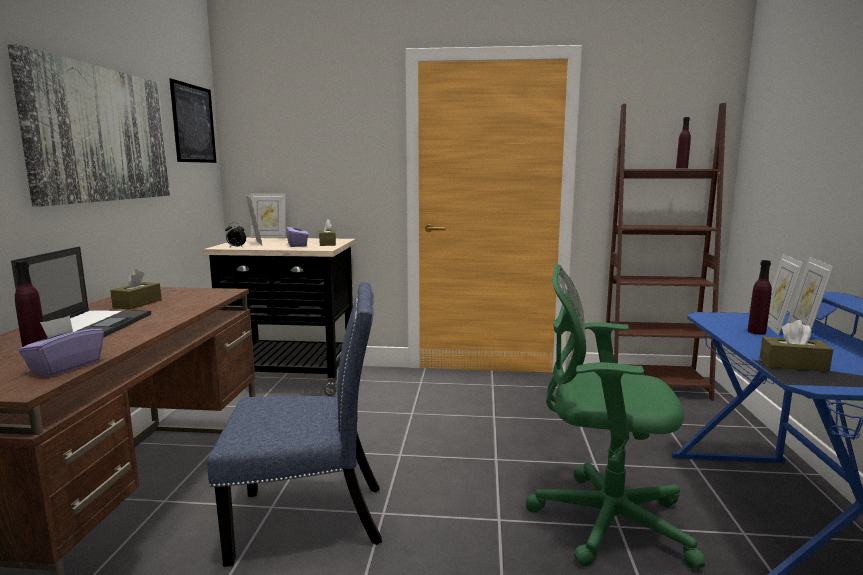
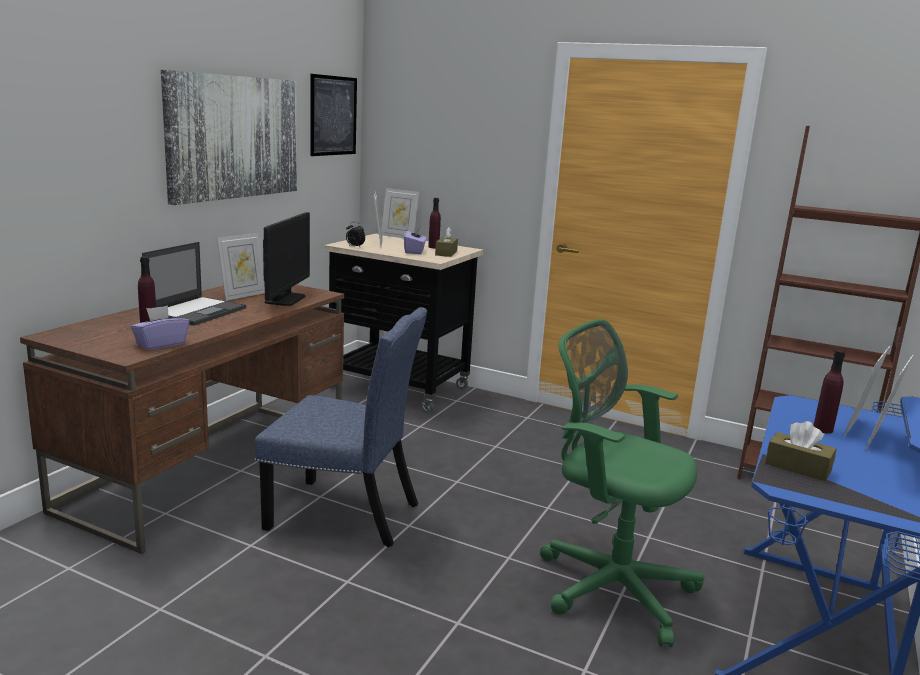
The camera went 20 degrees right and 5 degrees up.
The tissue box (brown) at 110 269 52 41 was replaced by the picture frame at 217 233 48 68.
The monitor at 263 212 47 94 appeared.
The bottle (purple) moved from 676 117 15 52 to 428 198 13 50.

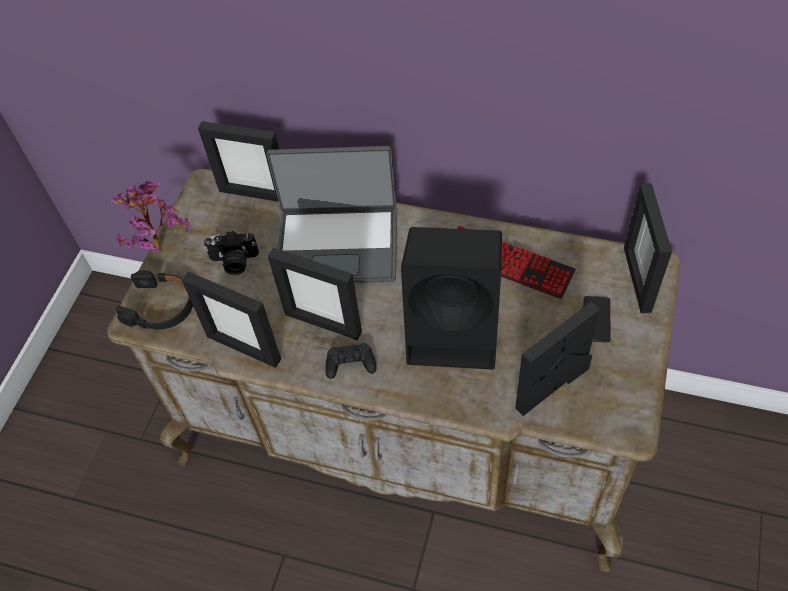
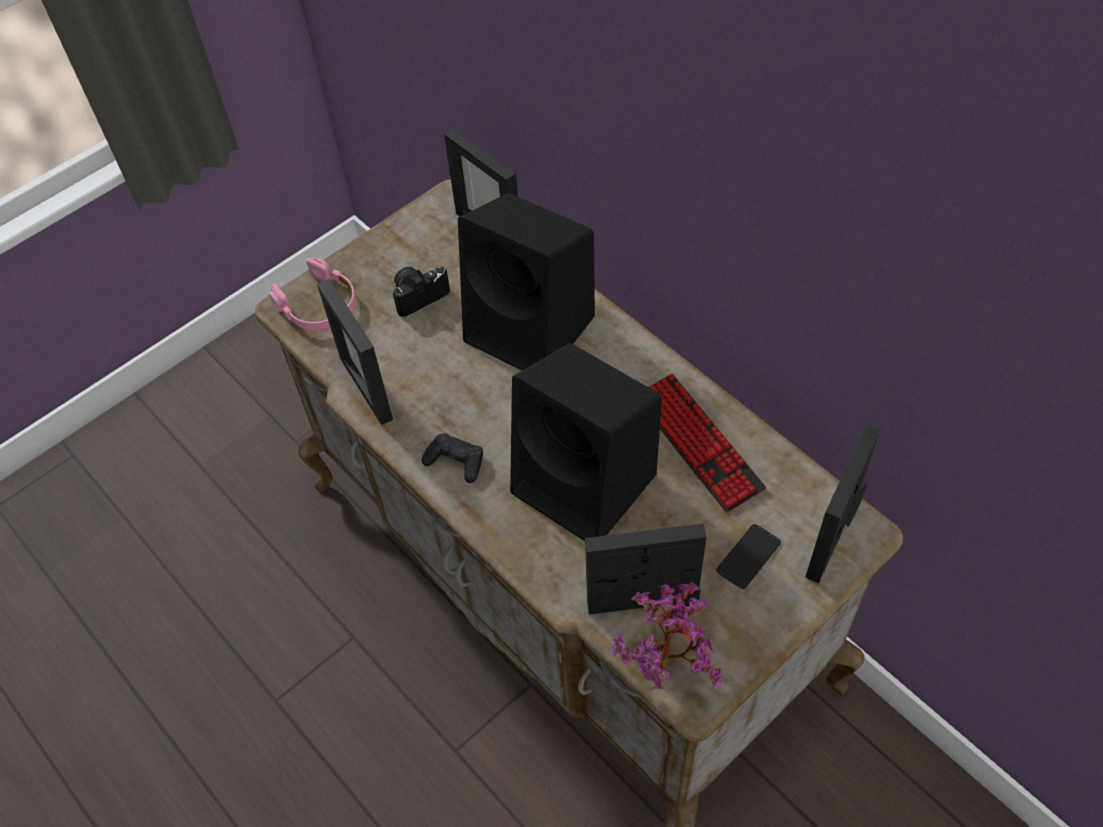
The camera went 30 degrees right and 0 degrees up.
The headphones (black) at 116 270 77 59 became the headphones (pink) at 269 258 87 74.
The photo camera at 204 231 55 44 turned 120 degrees clockwise.
The laptop at 267 146 130 137 was replaced by the speaker (black) at 458 193 137 178.
The potted plant moved from 111 181 80 73 to 611 582 112 108.
The picture frame at 268 248 94 92 disappeared.

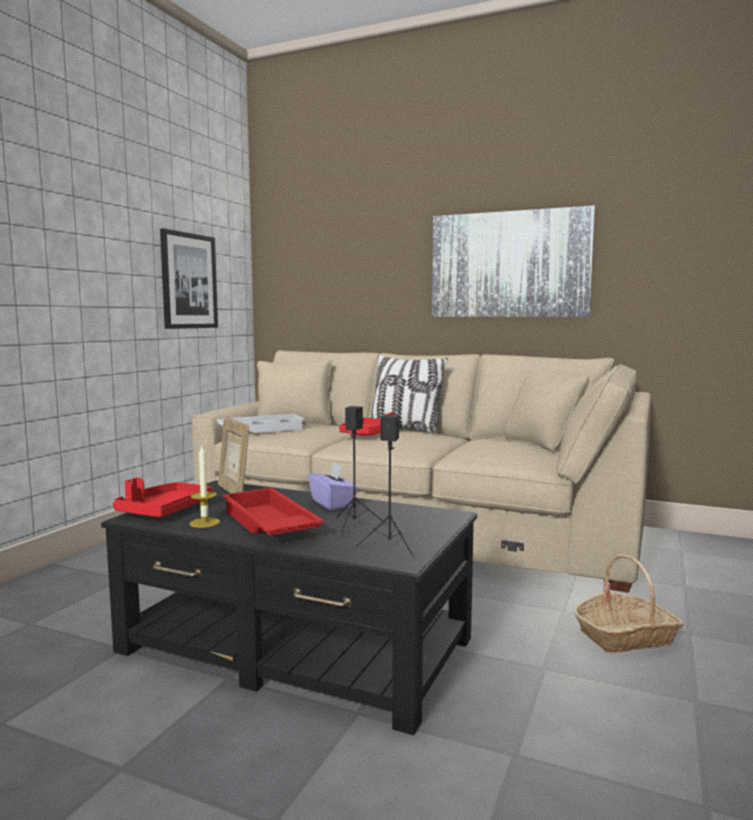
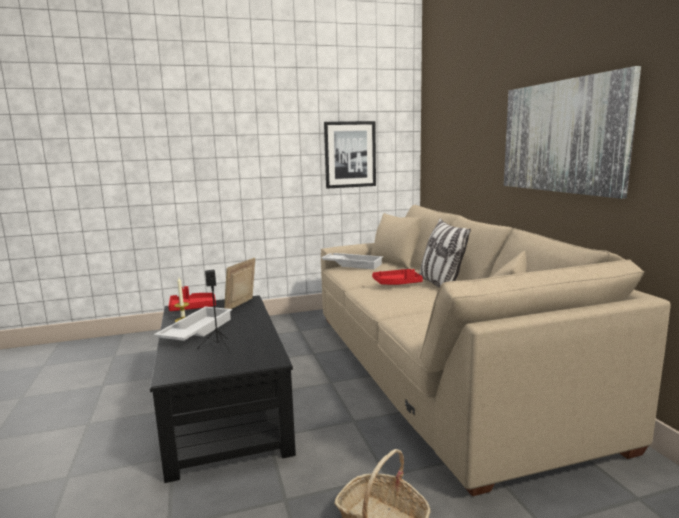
The camera went 50 degrees right and 5 degrees up.
The tray (red) at 223 488 102 47 became the tray (white) at 154 307 78 34.
The tissue box (purple) at 308 463 50 47 disappeared.
The speaker (black) at 354 415 60 142 disappeared.

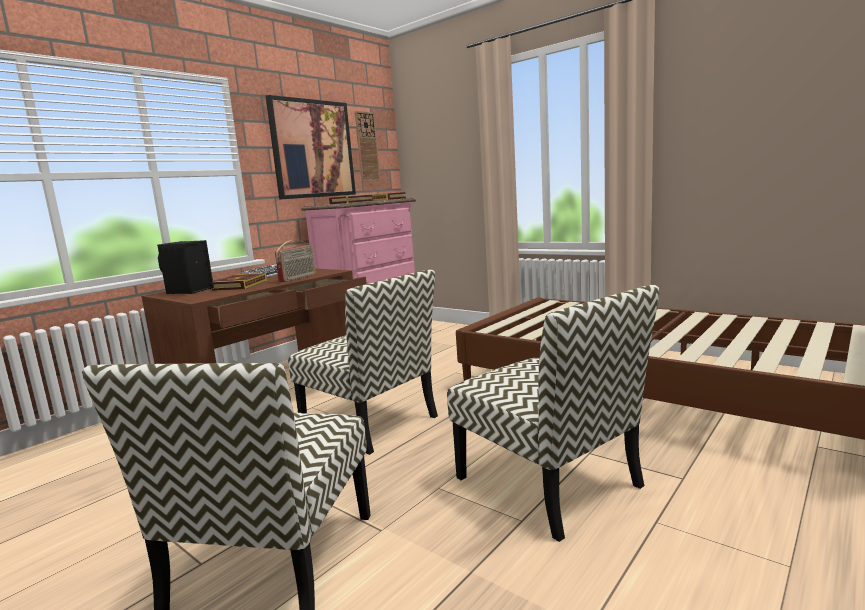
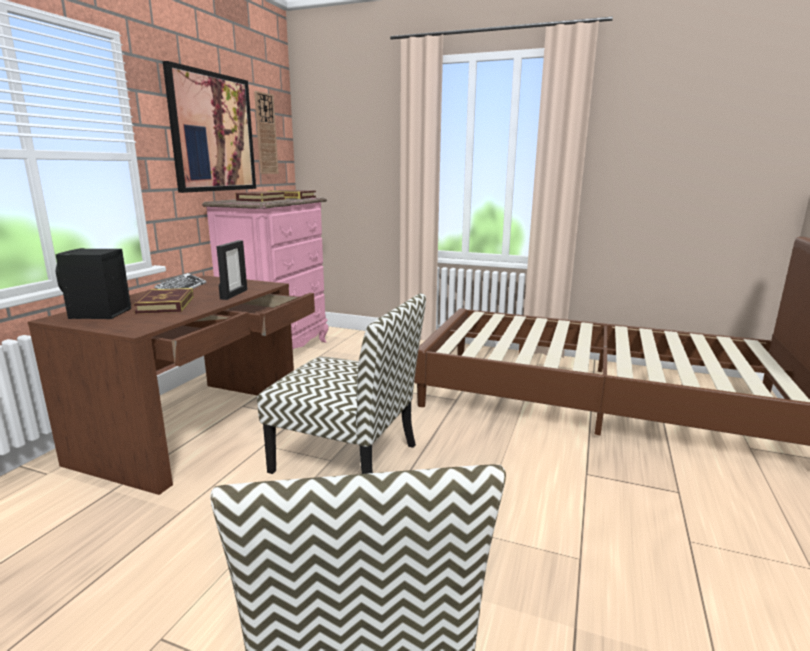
The camera went 20 degrees left and 5 degrees up.
The radio at 275 240 41 42 was replaced by the picture frame at 216 240 31 60.
The chair at 447 284 212 258 disappeared.

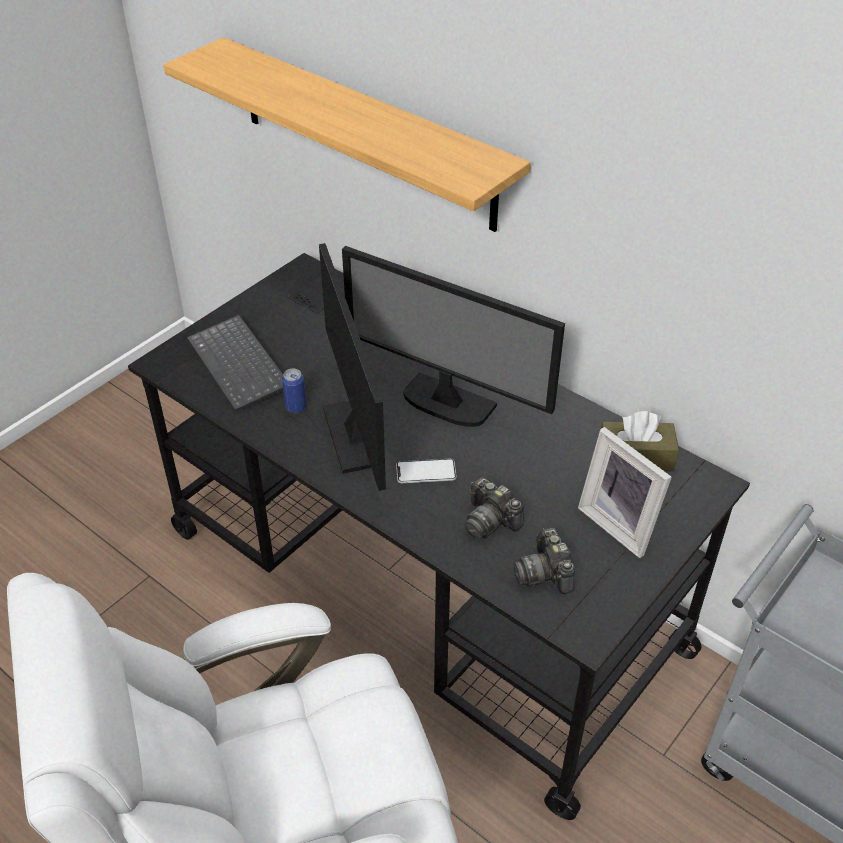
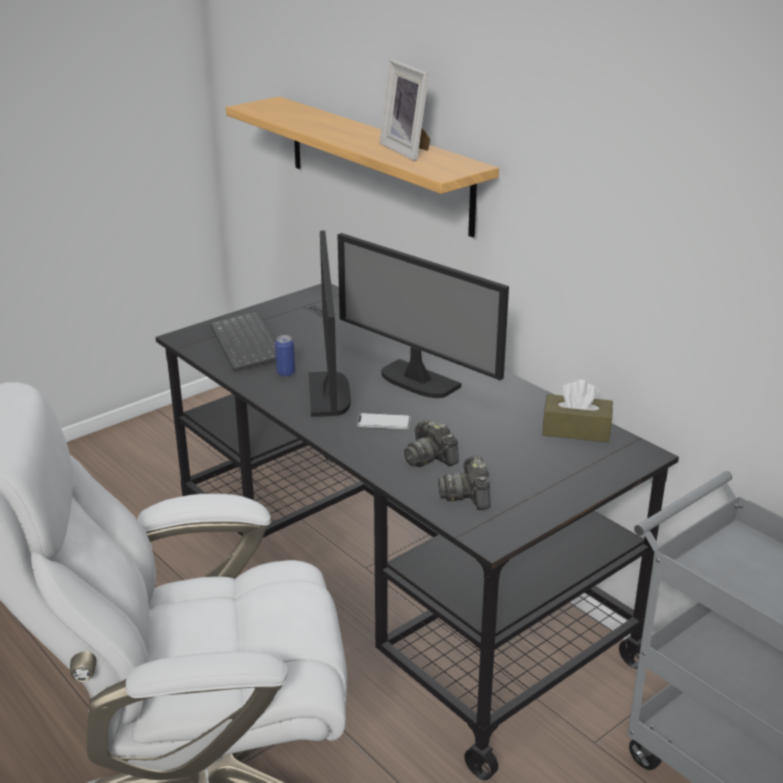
The camera went 10 degrees right and 15 degrees down.
The picture frame moved from 578 427 94 131 to 379 60 52 101.

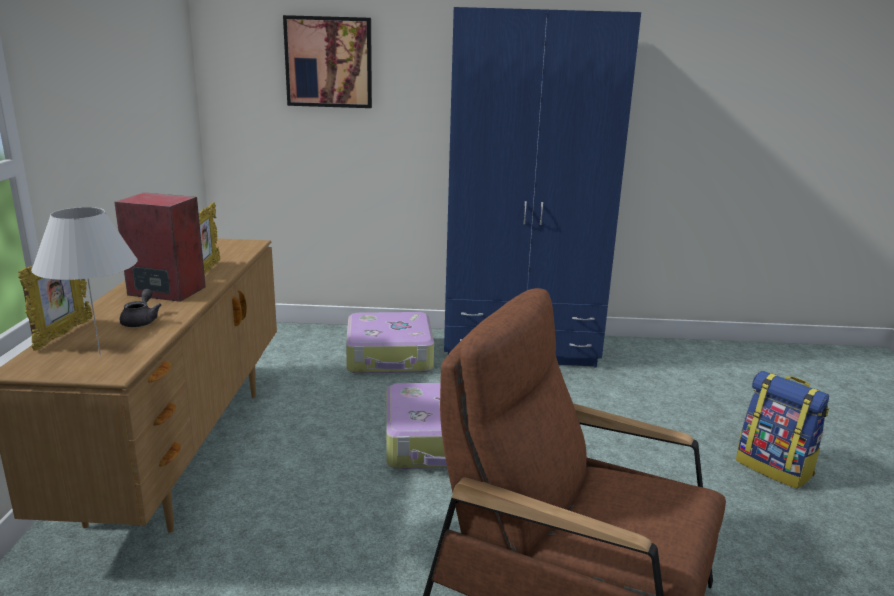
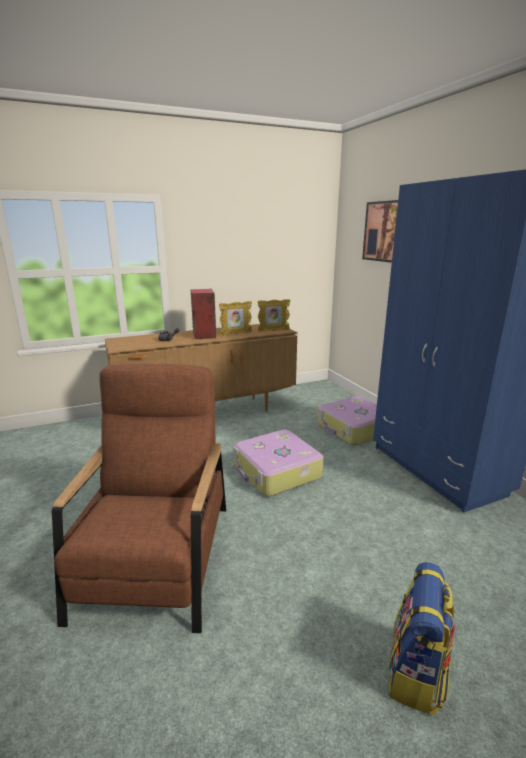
The camera went 65 degrees right and 0 degrees up.
The picture frame moved from 18 266 75 85 to 258 299 32 33.
The table lamp (white) at 31 207 107 148 disappeared.

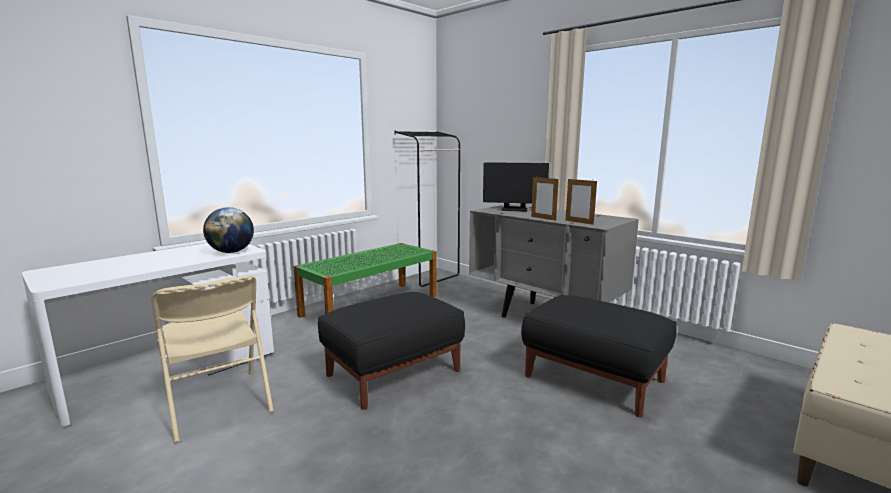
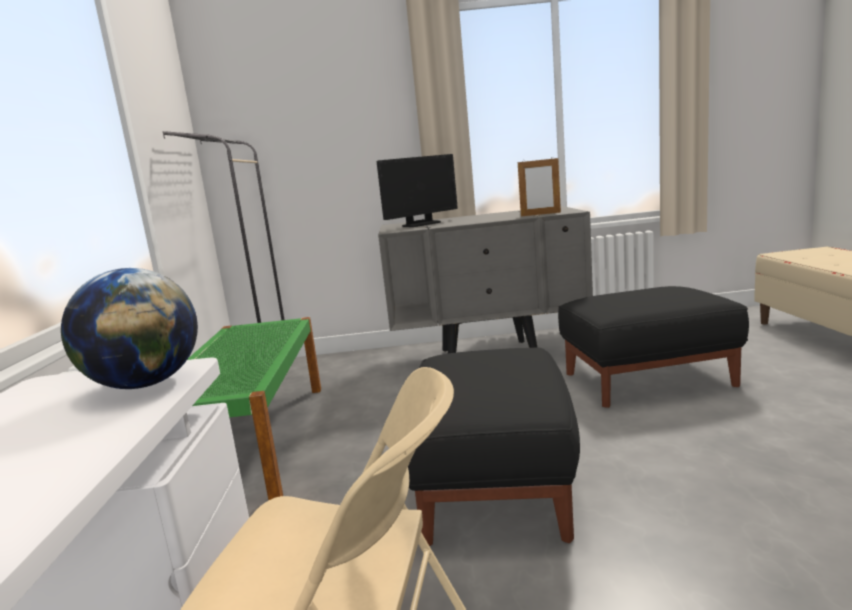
The camera went 45 degrees left and 0 degrees up.
The picture frame at 531 176 28 45 disappeared.

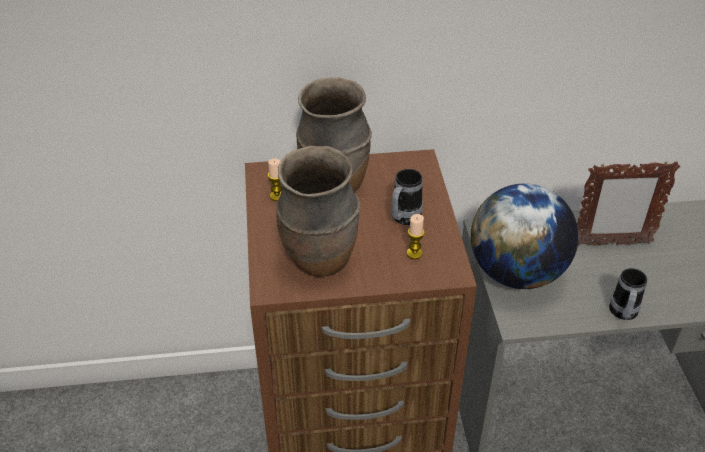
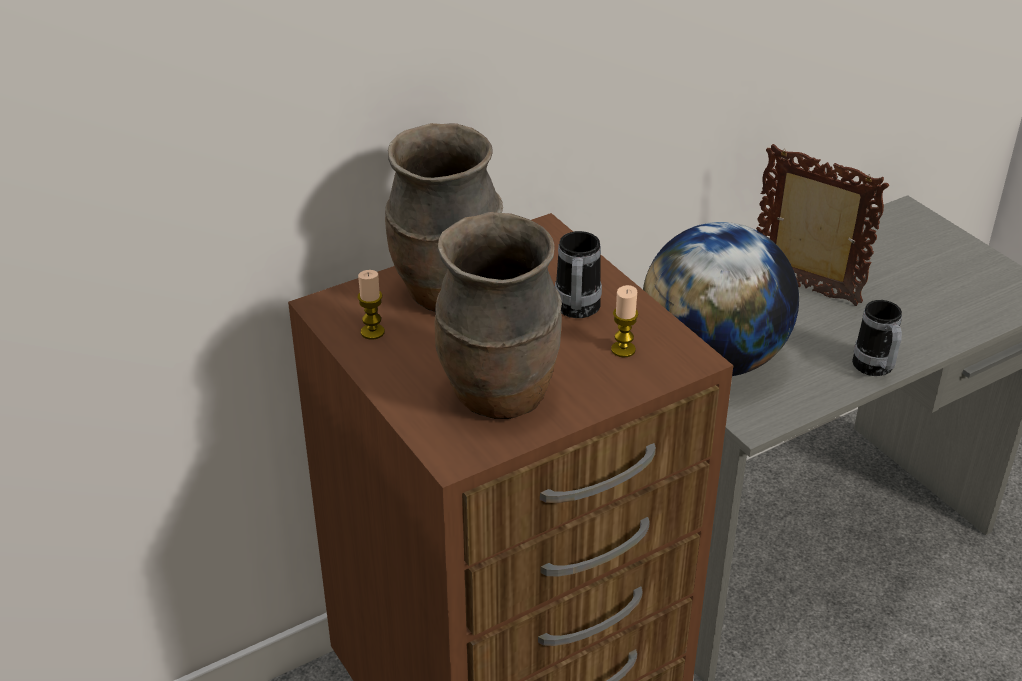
The camera went 25 degrees left and 5 degrees down.
The picture frame at 577 160 103 86 turned 120 degrees counterclockwise.

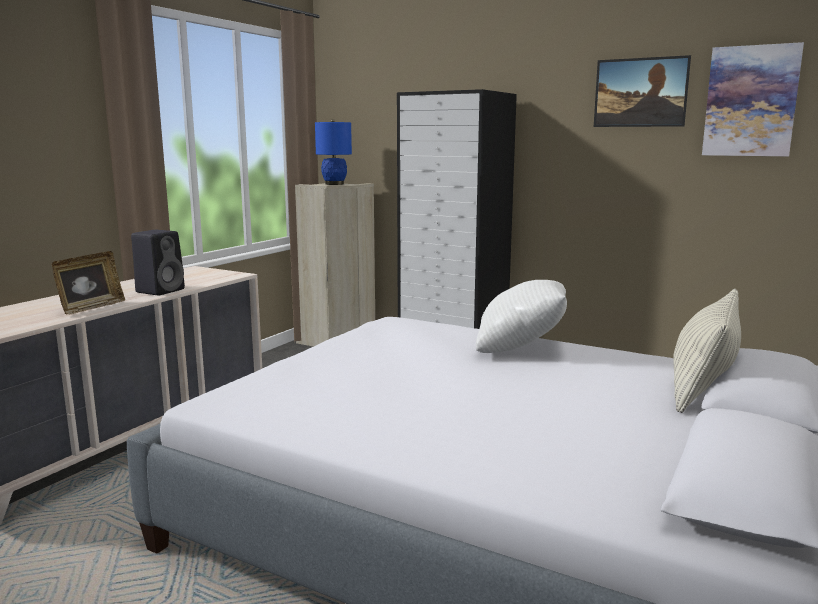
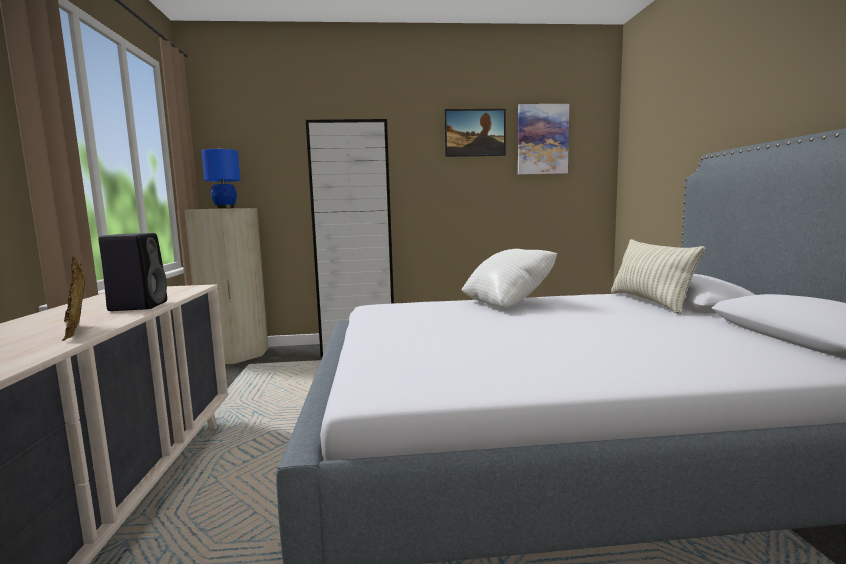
The camera went 35 degrees left and 5 degrees down.
The picture frame at 51 251 75 63 turned 150 degrees clockwise.

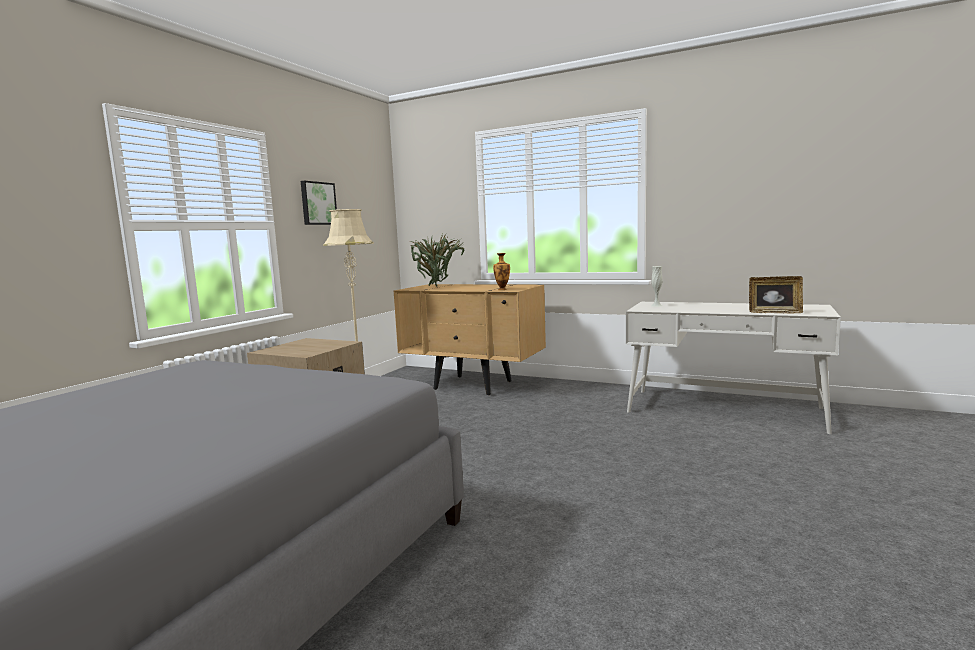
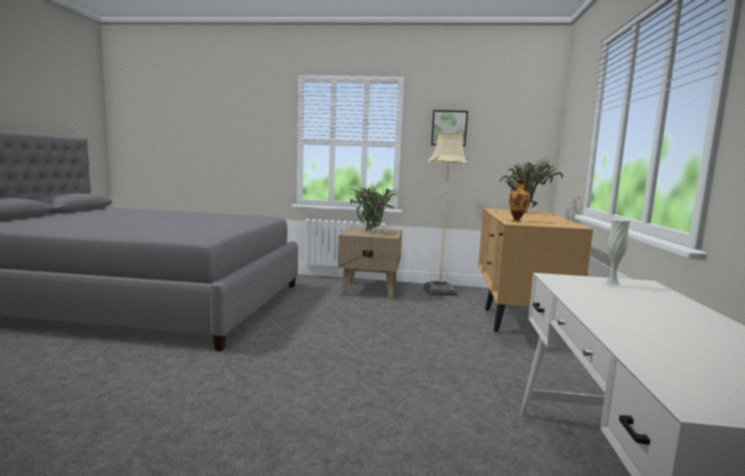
The camera went 70 degrees right and 0 degrees up.
The potted plant at 349 184 51 47 appeared.
The picture frame at 749 276 54 38 disappeared.

